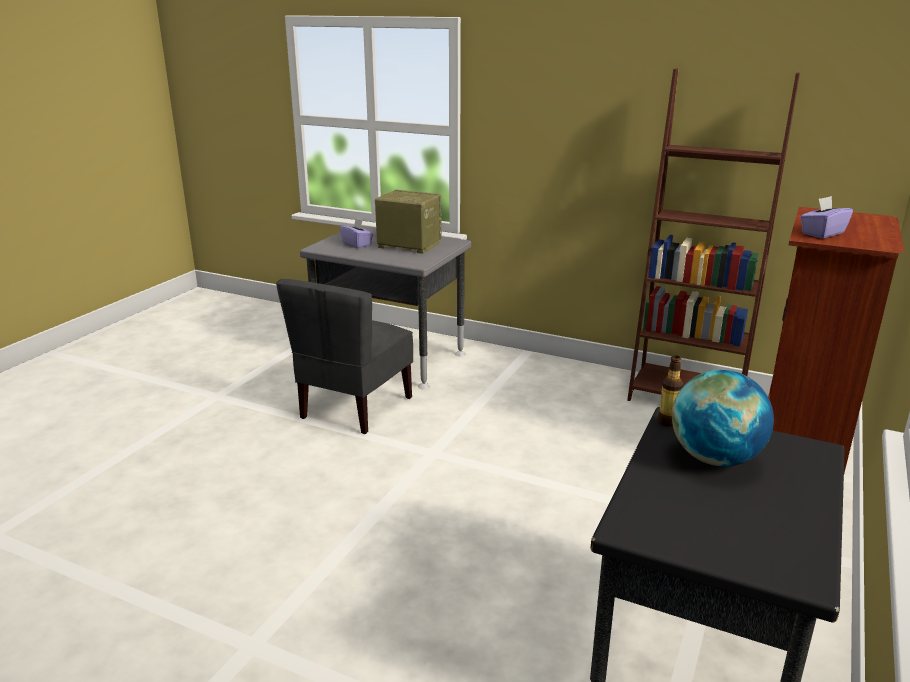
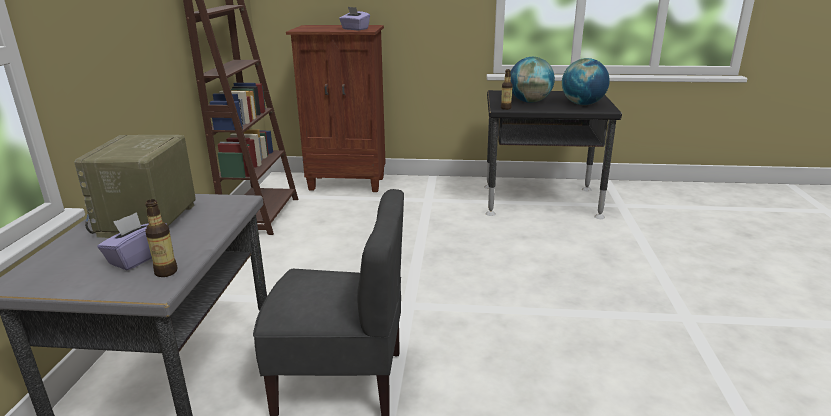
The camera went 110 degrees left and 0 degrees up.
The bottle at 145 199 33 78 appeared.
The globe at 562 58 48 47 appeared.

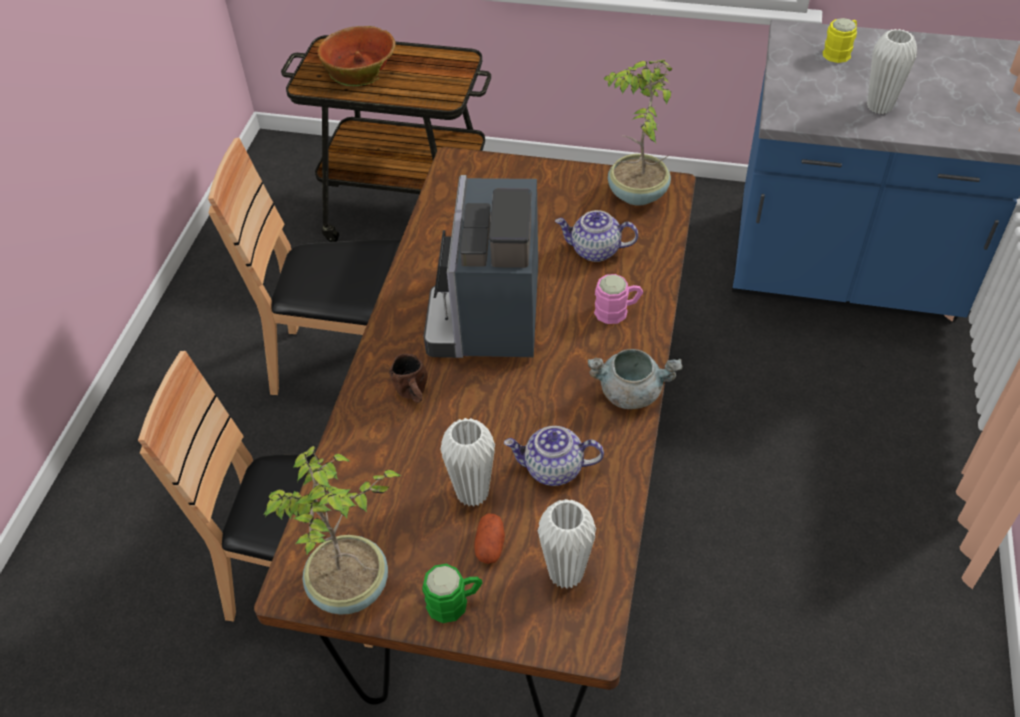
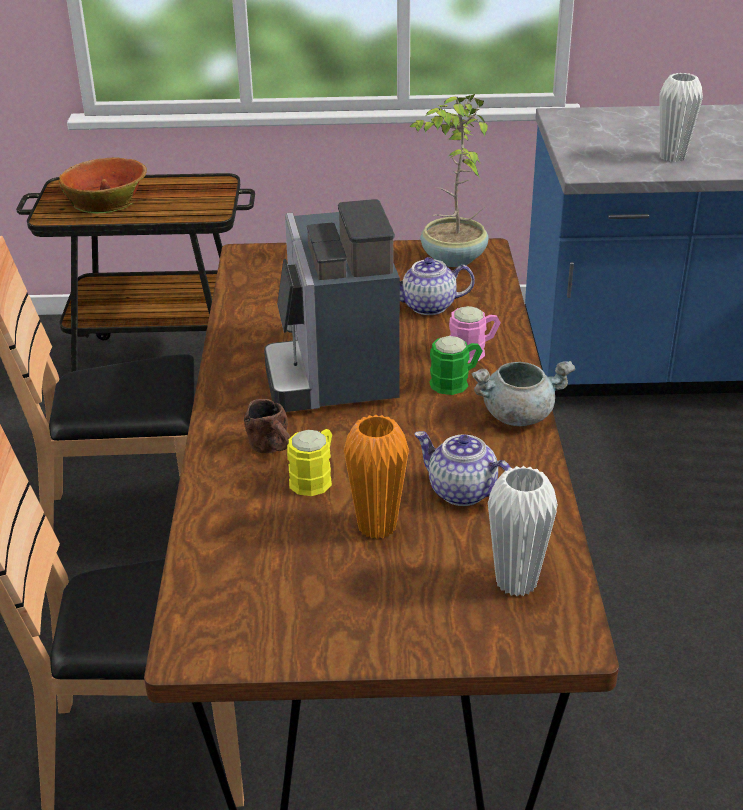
The camera went 15 degrees left and 15 degrees down.
The mug (yellow) moved from 823 18 34 45 to 287 429 45 67.
The vase (white) at 440 418 55 89 became the vase (orange) at 344 415 65 124.
The teapot at 504 426 100 60 turned 45 degrees clockwise.
The mug (green) moved from 422 564 60 59 to 430 336 52 59.
The potted plant at 263 446 139 169 disappeared.
The potato at 474 513 31 51 disappeared.

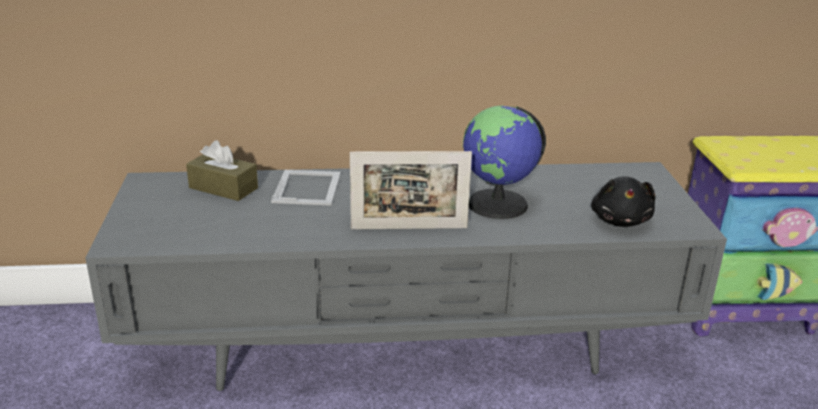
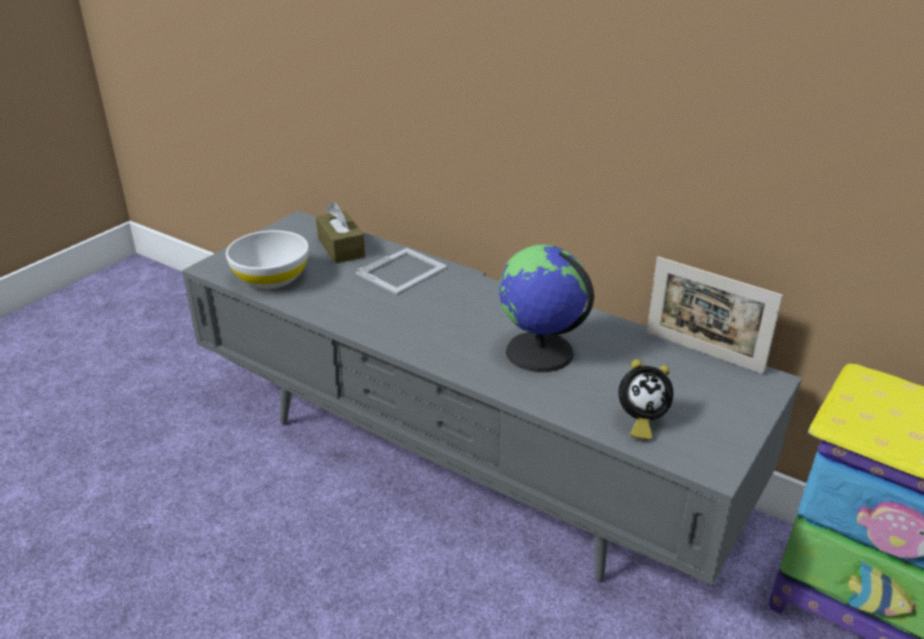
The camera went 40 degrees right and 5 degrees up.
The bowl (white) at 226 230 83 59 appeared.
The plush toy (black) at 591 176 64 51 was replaced by the alarm clock at 618 359 55 81.
The picture frame moved from 350 151 122 78 to 646 256 137 118.

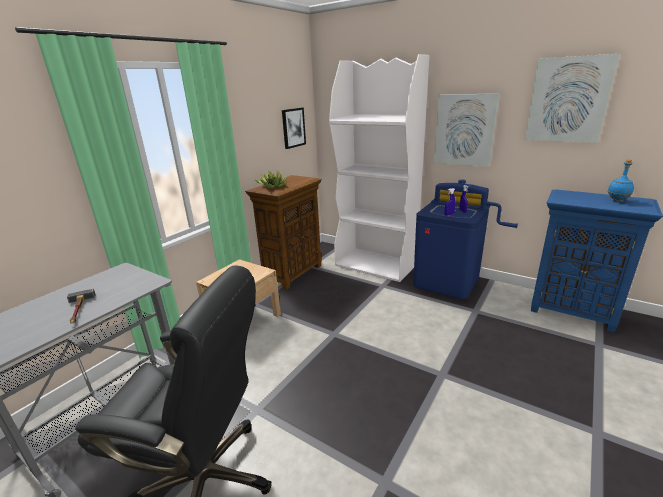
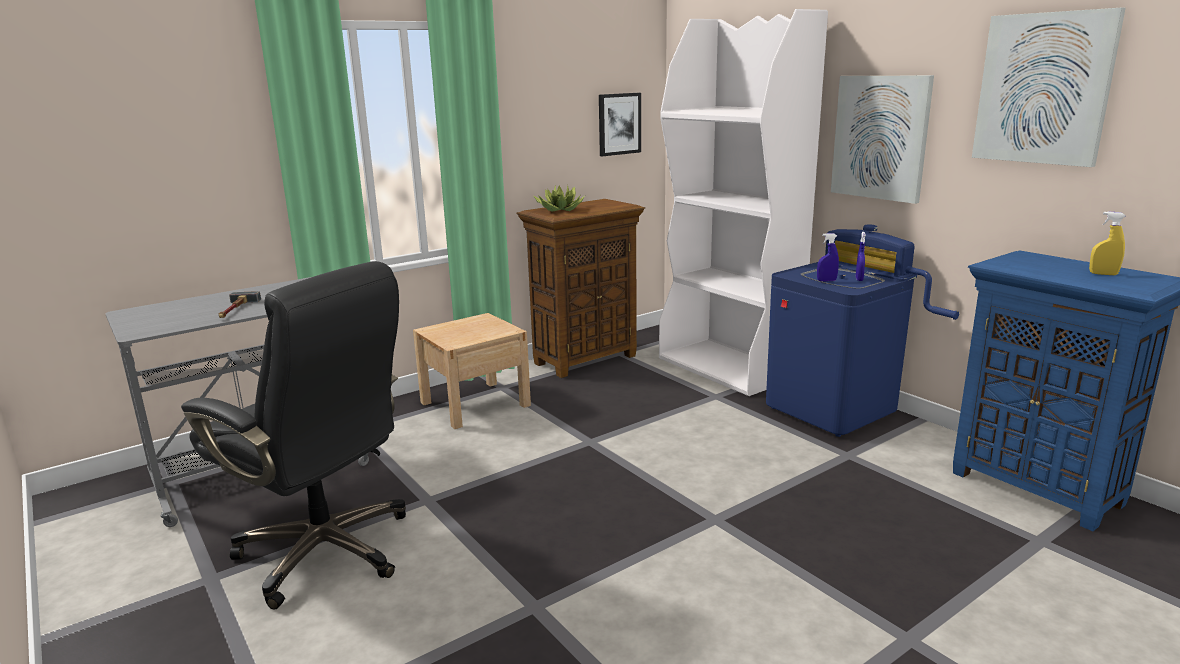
The camera went 20 degrees right and 5 degrees down.
The bottle (blue) at 607 160 27 42 was replaced by the spray bottle (yellow) at 1089 211 37 64.

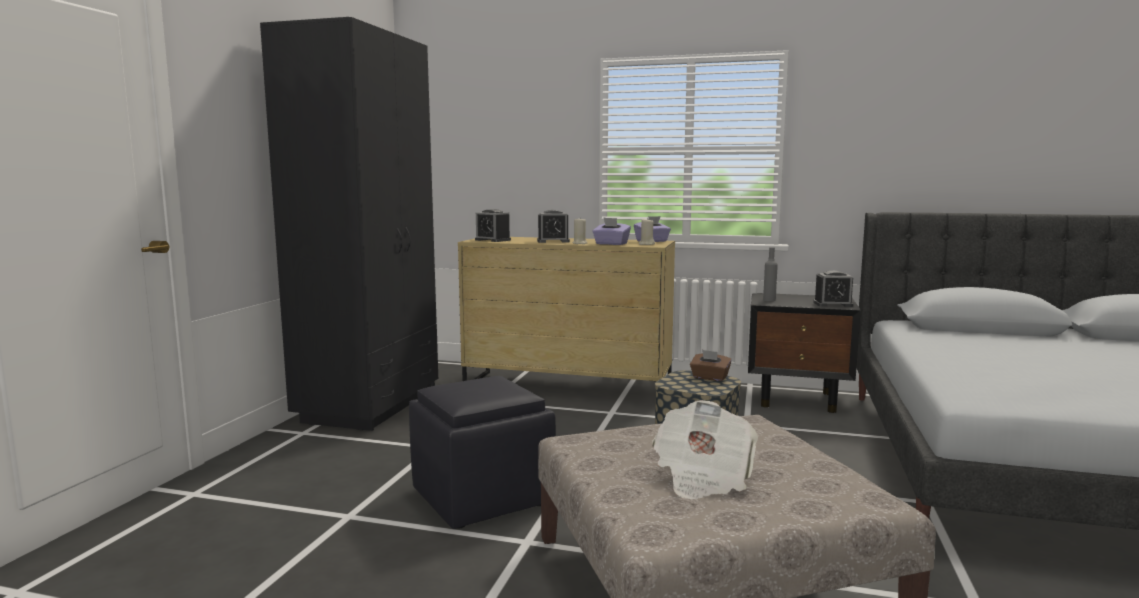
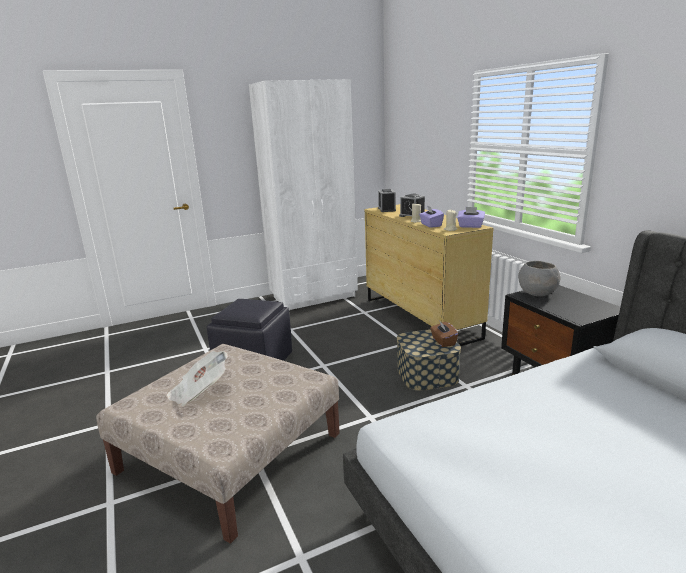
The camera went 50 degrees right and 10 degrees up.
The wardrobe (black) at 260 17 178 414 became the wardrobe (white) at 249 79 109 231.
The bottle (grey) at 763 247 15 54 was replaced by the bowl (grey) at 518 261 42 35.
The alarm clock at 813 271 40 36 disappeared.

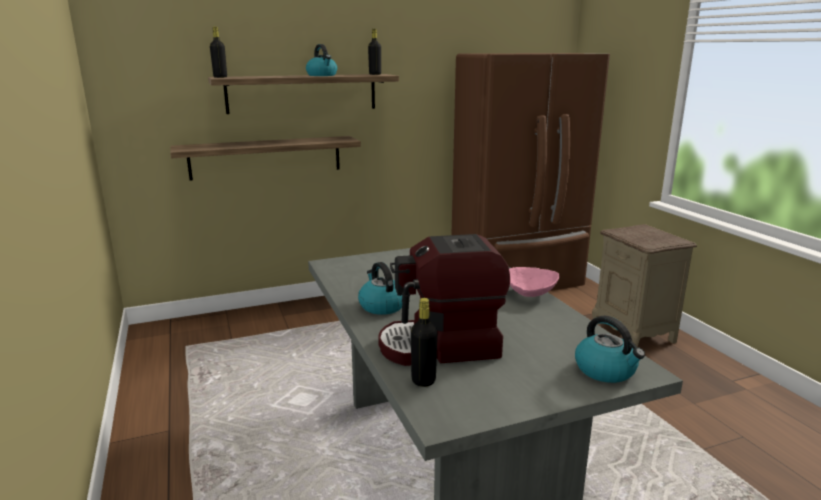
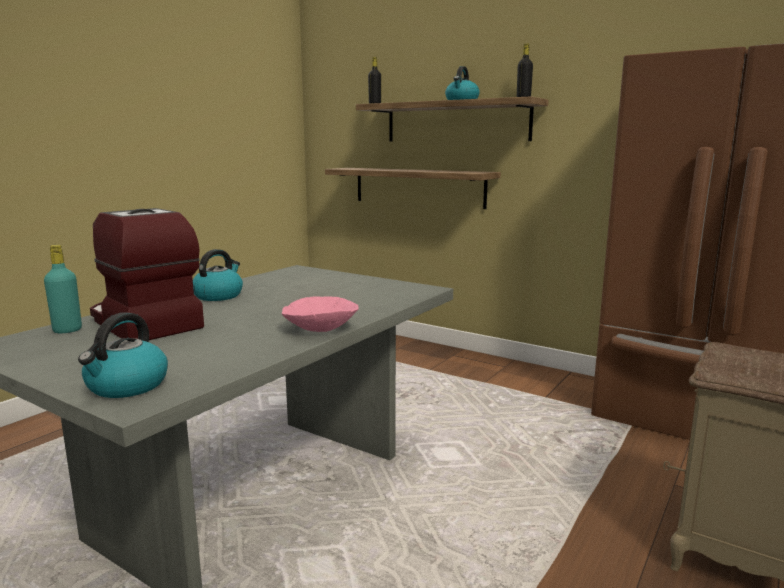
The camera went 55 degrees right and 5 degrees down.
The bottle (black) at 411 298 26 89 became the bottle (turquoise) at 44 245 38 88.

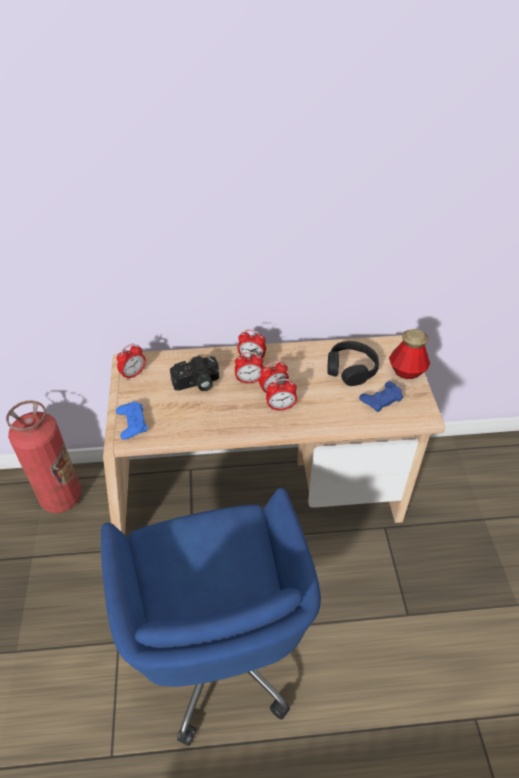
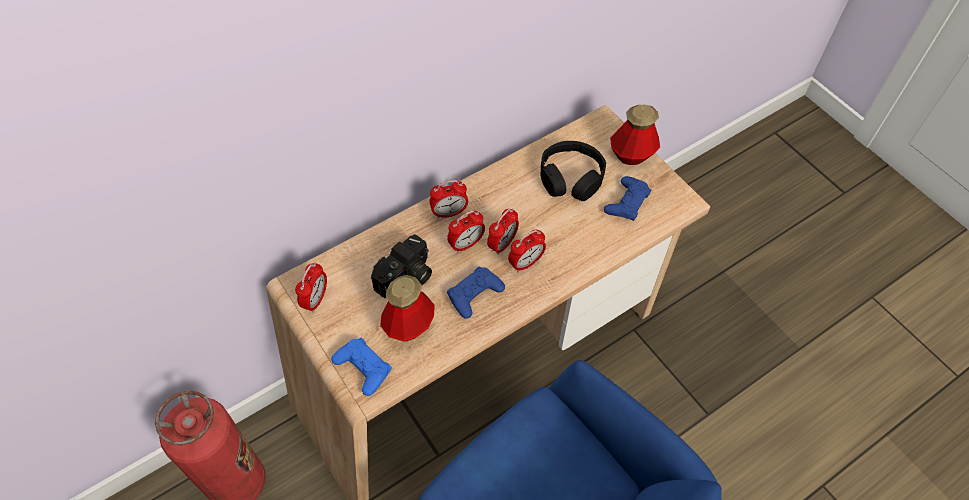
The camera went 30 degrees left and 10 degrees up.
The bottle at 380 275 55 67 appeared.
The game controller (blue) at 447 267 58 52 appeared.

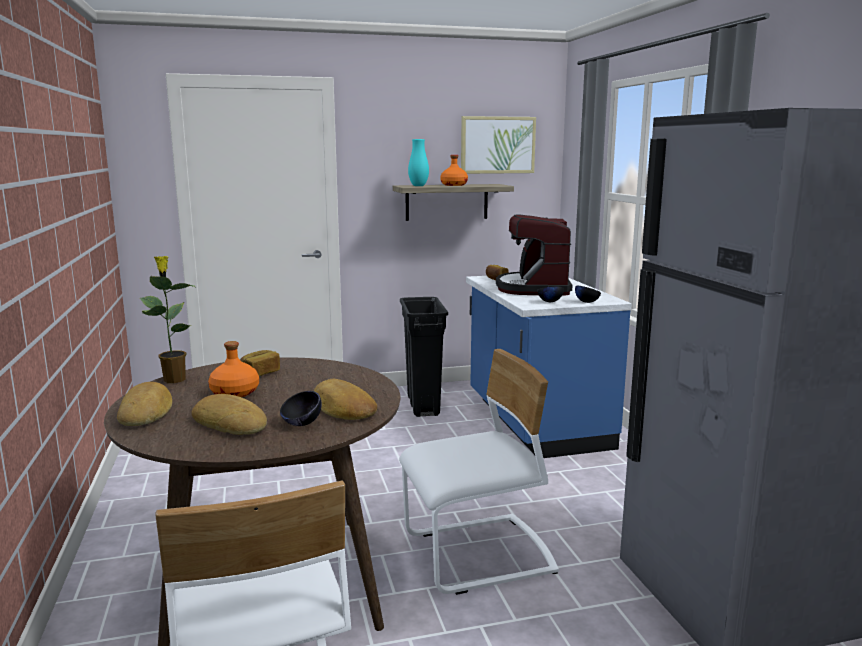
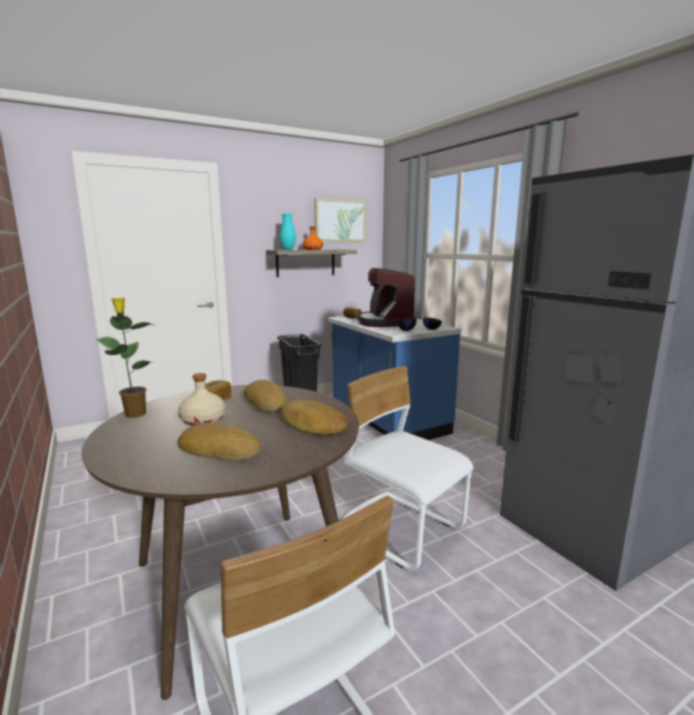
The camera went 15 degrees left and 0 degrees up.
The bottle (orange) at 208 341 51 56 became the bottle (beige) at 178 373 47 53.
The bread moved from 117 382 55 44 to 244 380 43 31.
The chair (white) at 399 349 160 246 turned 105 degrees counterclockwise.
The bowl (black) at 280 391 41 35 disappeared.

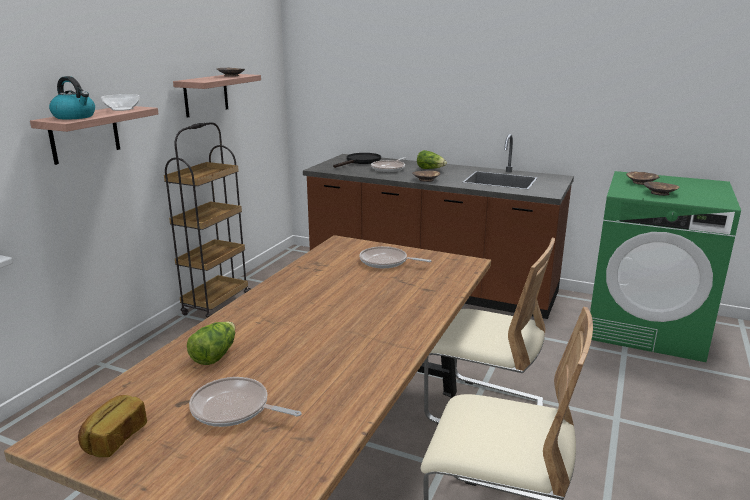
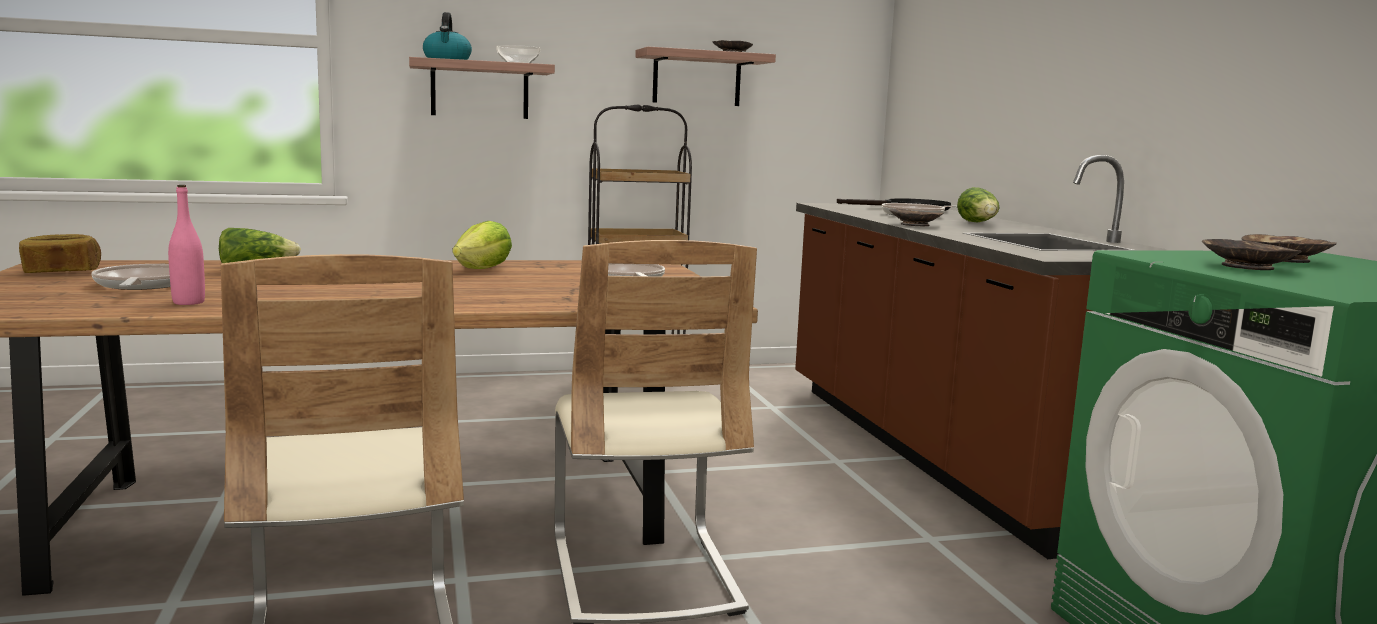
The camera went 50 degrees right and 10 degrees down.
The bottle (pink) at 168 185 37 120 appeared.
The lettuce at 453 221 59 48 appeared.

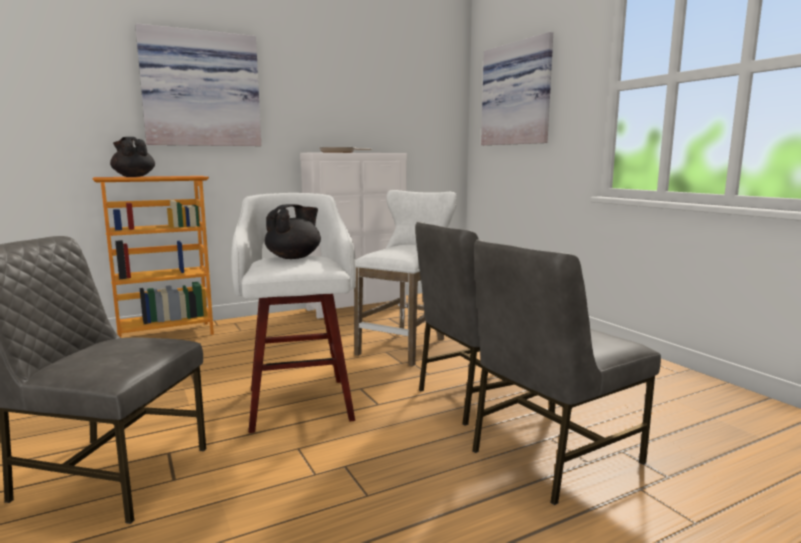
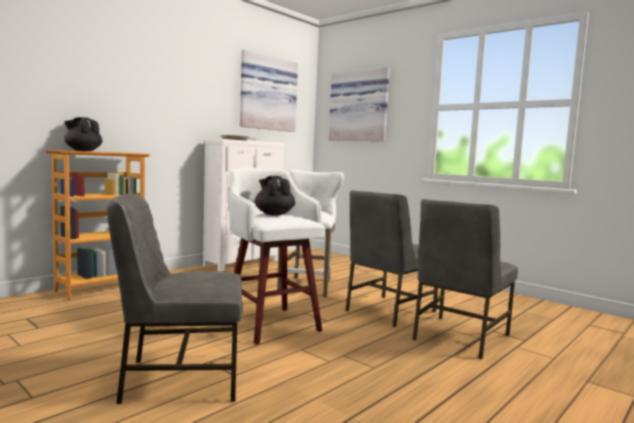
The camera went 20 degrees left and 5 degrees down.
The picture moved from 135 23 127 123 to 240 50 58 82.
The teapot (black) at 265 204 56 55 turned 45 degrees counterclockwise.

